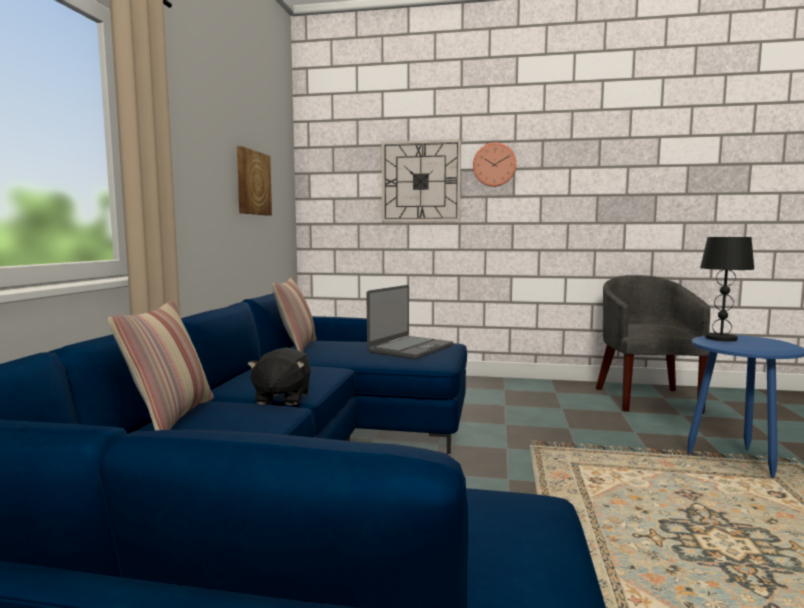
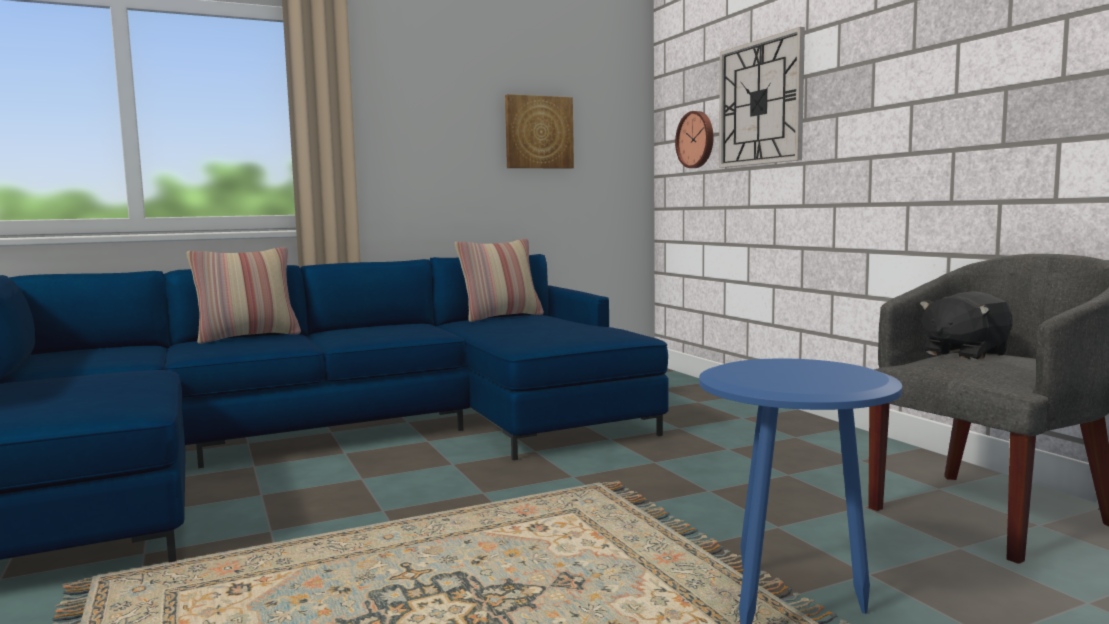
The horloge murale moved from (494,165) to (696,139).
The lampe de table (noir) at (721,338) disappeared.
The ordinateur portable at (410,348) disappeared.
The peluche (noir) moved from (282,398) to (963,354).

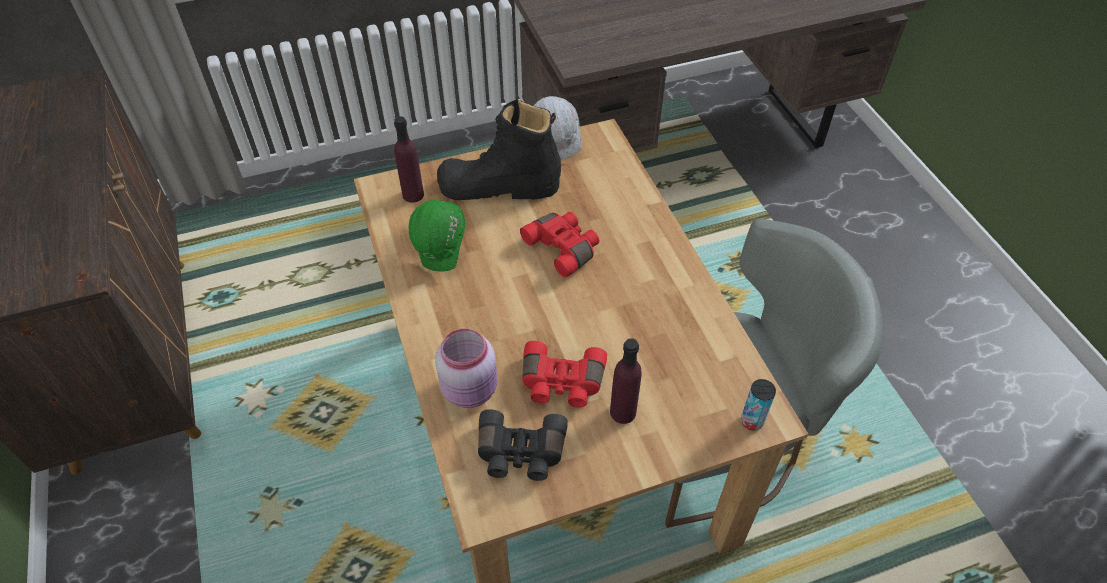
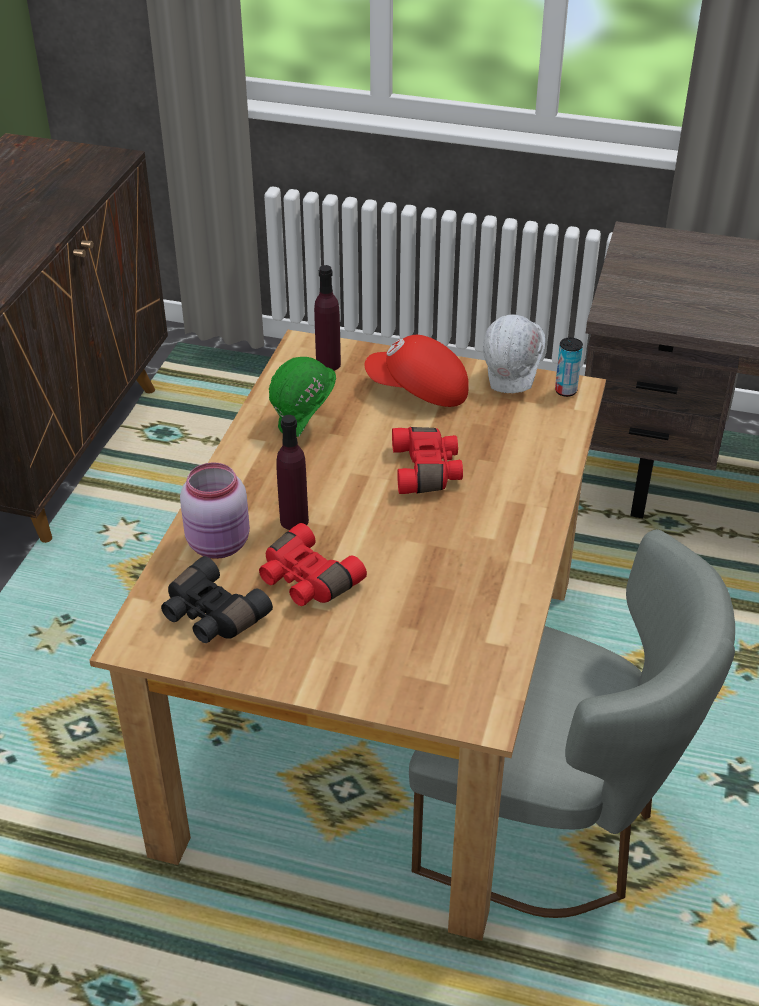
The botte (noir) at (499,186) was replaced by the casquette (rouge) at (418,391).
The bouteille (violet) moved from (623,412) to (294,520).
The boîte métallique moved from (752,421) to (565,391).

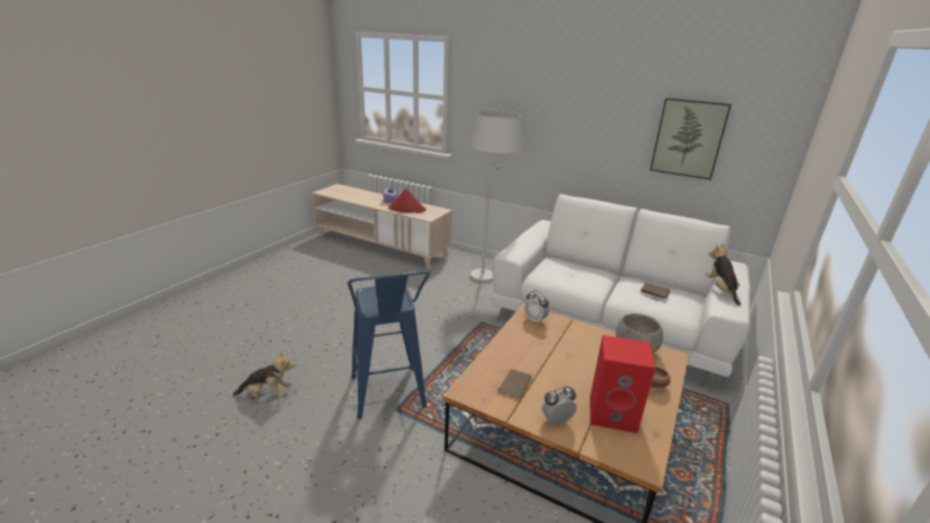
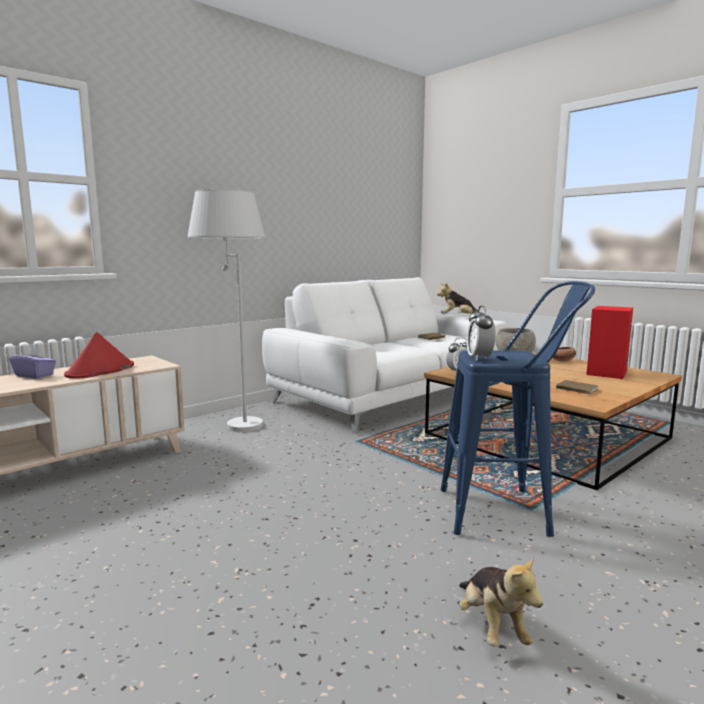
The tableau at (688,138) disappeared.
The peluche at (267,394) turned 150 degrees clockwise.
The réveil moved from (556,421) to (479,358).

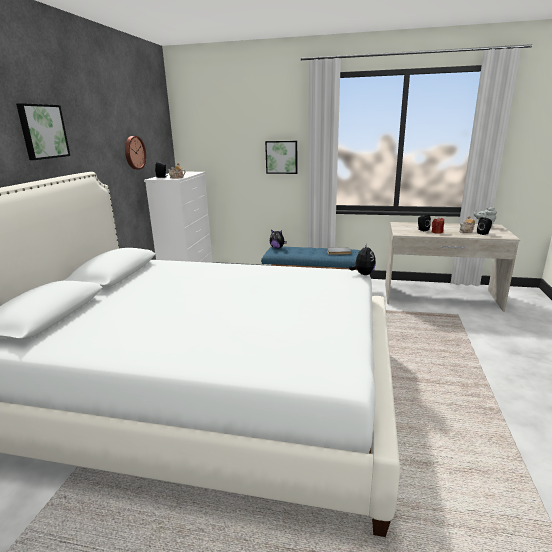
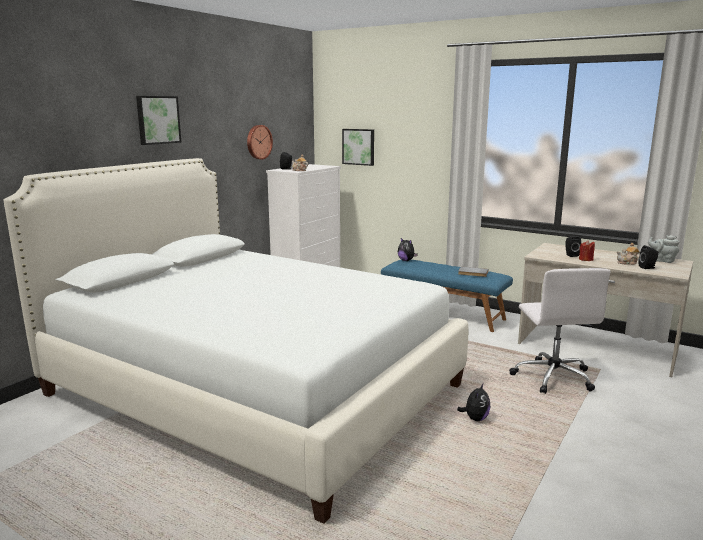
The tableau moved from (281,157) to (359,146).
The peluche moved from (363,274) to (475,418).
The chaise de bureau (blanc) at (552,377) appeared.

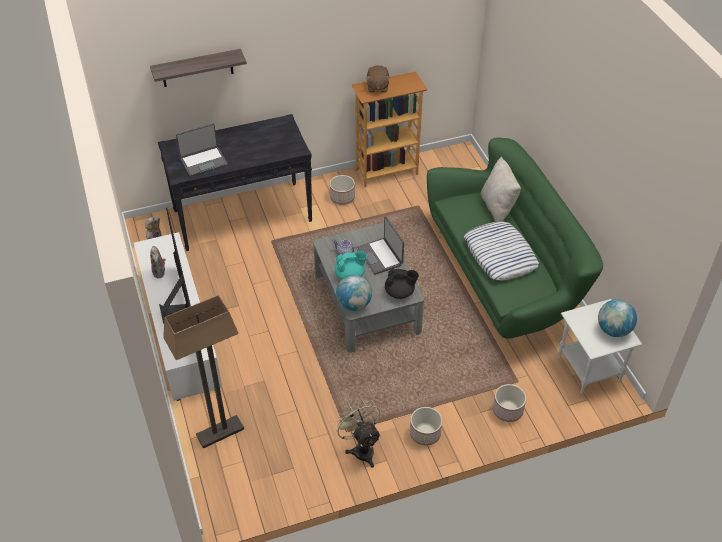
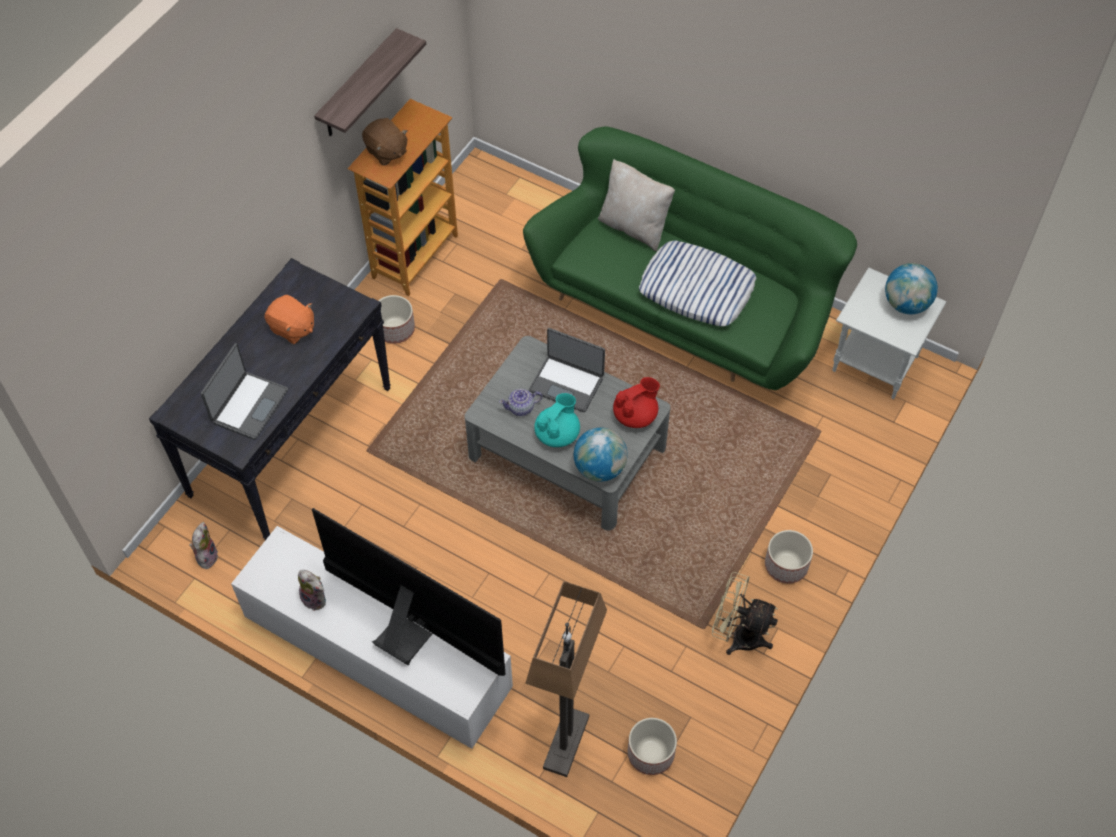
The étagère moved from (197,68) to (358,86).
The théière (noir) at (400,292) became the théière (rouge) at (635,415).
The cache-pot moved from (507,410) to (650,754).
The peluche (orange) at (292,329) appeared.

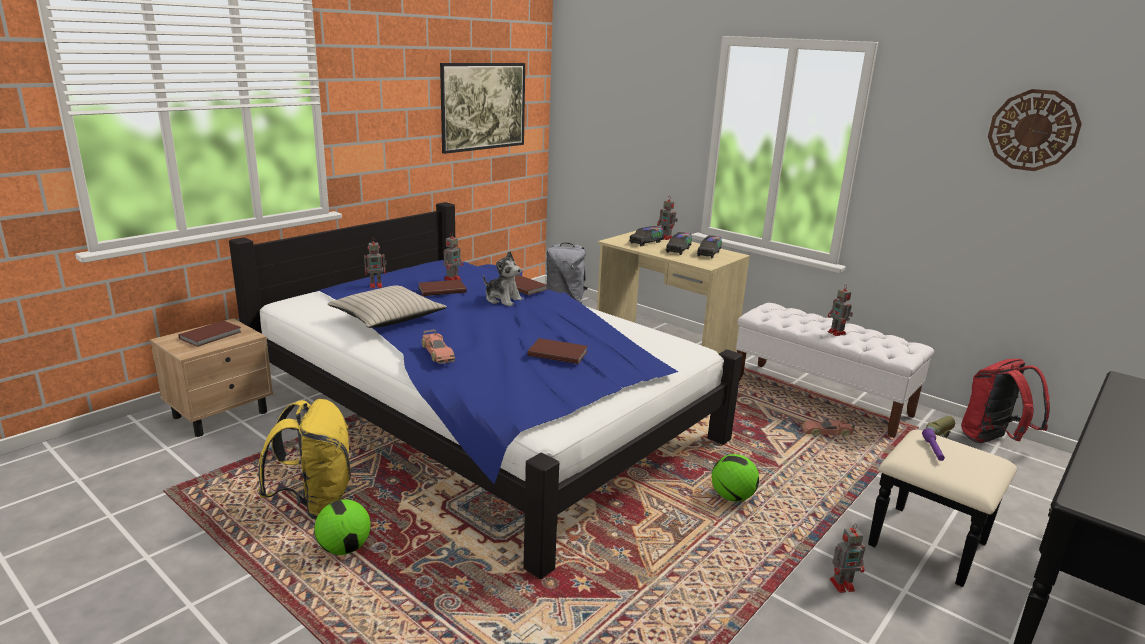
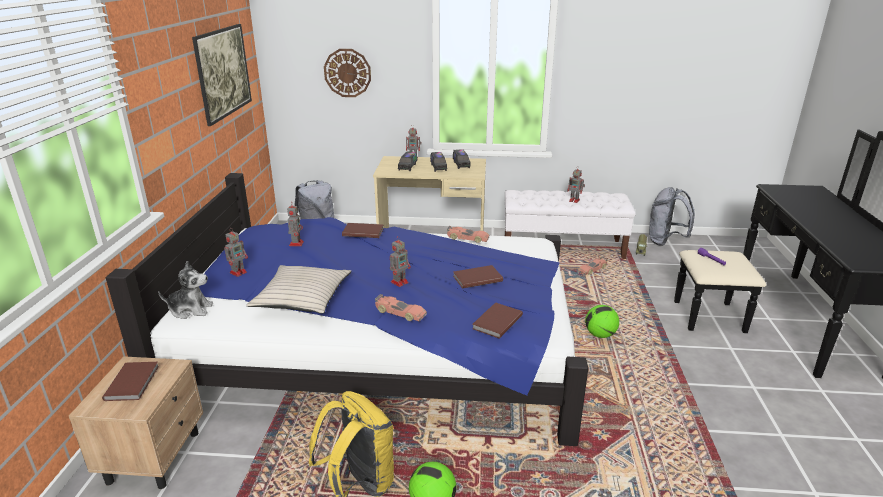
The horloge murale moved from (1033,130) to (347,73).
The peluche moved from (503,300) to (190,310).
The livre (marron) moved from (441,289) to (496,322).
The sac à dos (rouge) at (992,441) became the sac à dos (gris) at (665,241).
The robot jouet moved from (843,584) to (400,282).
The petite voiture at (467,238) appeared.

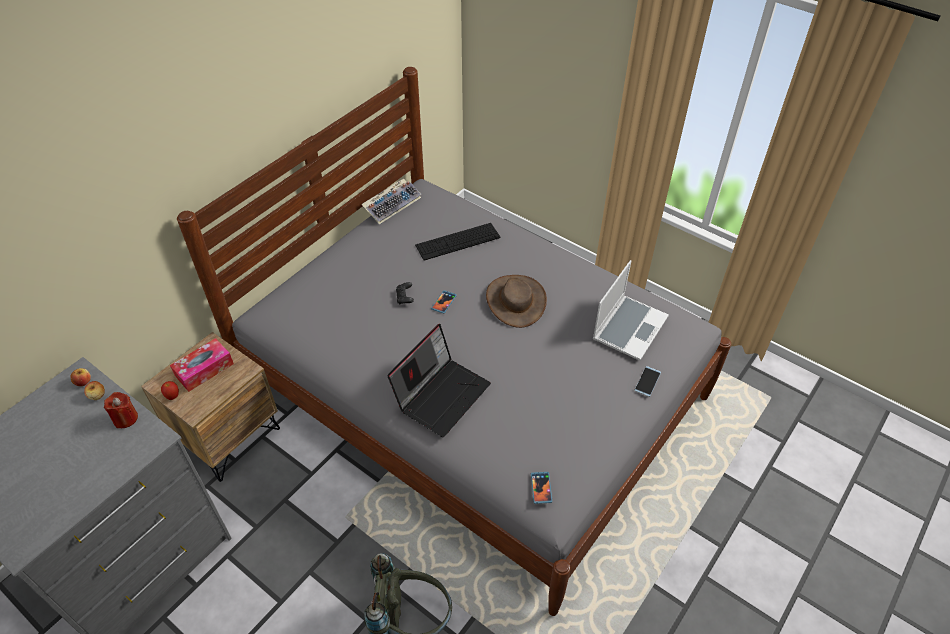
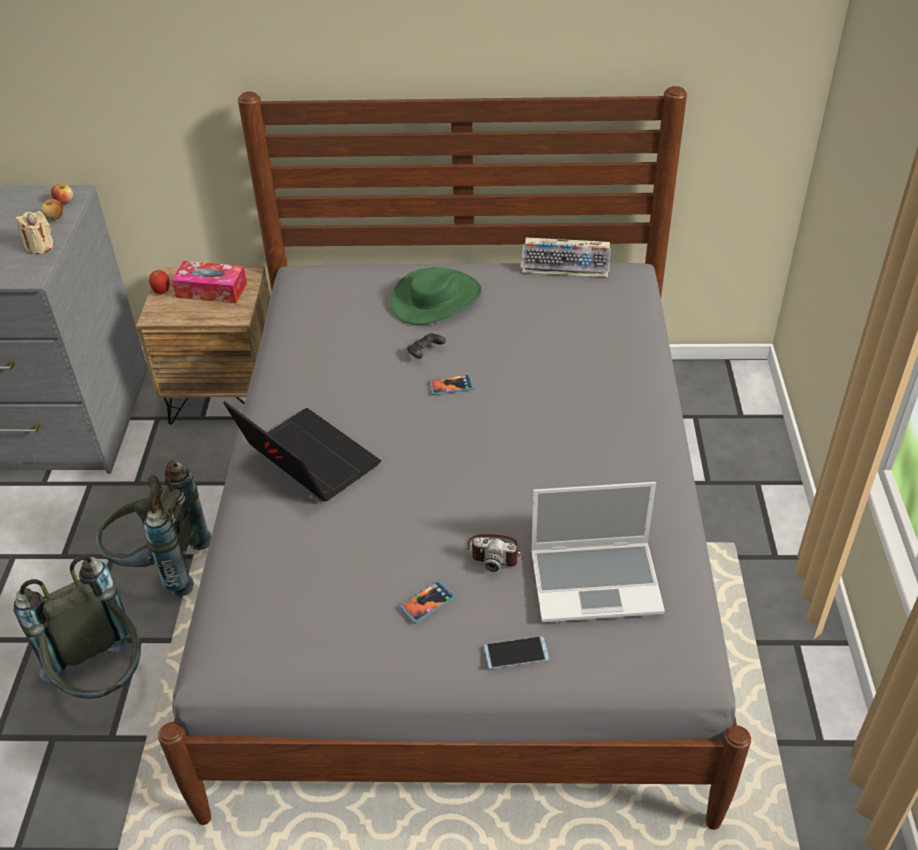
The clavier at (458,241) disappeared.
The chapeau (marron) at (516,301) disappeared.
The ordinateur portable at (441,394) turned 135 degrees counterclockwise.
The bougie (rouge) at (125,418) became the bougie (beige) at (40,246).
The téléphone moved from (541,488) to (427,603).
The chapeau (vert) at (436,299) appeared.
The sac à dos (gris) at (160,567) appeared.
The appareil photo at (495,553) appeared.

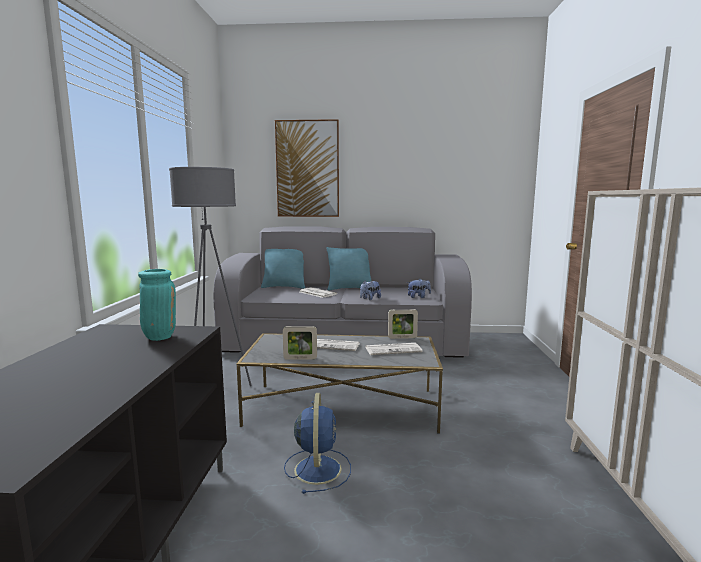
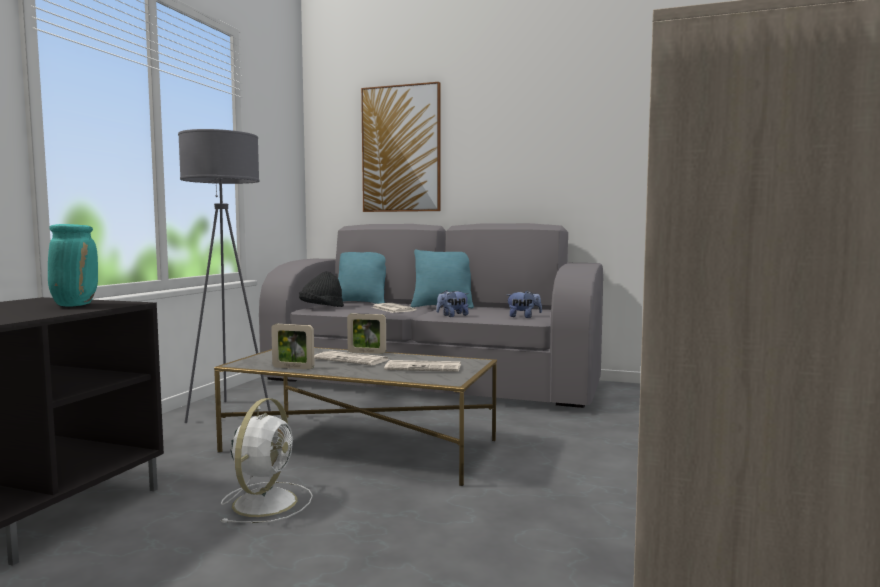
The cadre photo moved from (402,337) to (367,352).
The ventilateur (bleu) at (318,468) became the ventilateur (blanc) at (266,501).
The chapeau (noir) at (321,308) appeared.

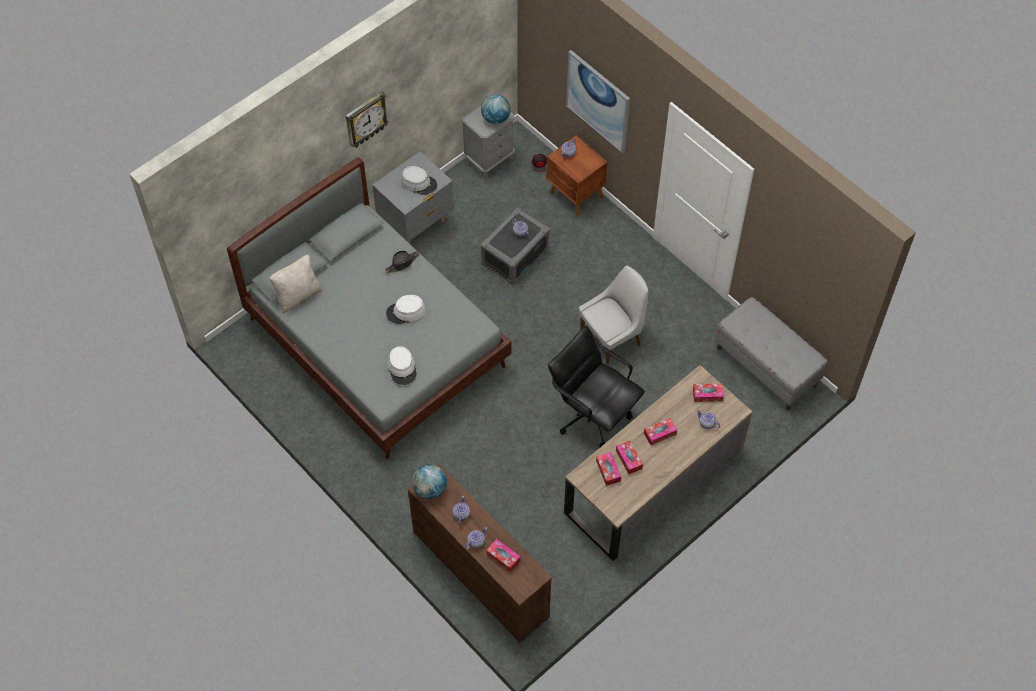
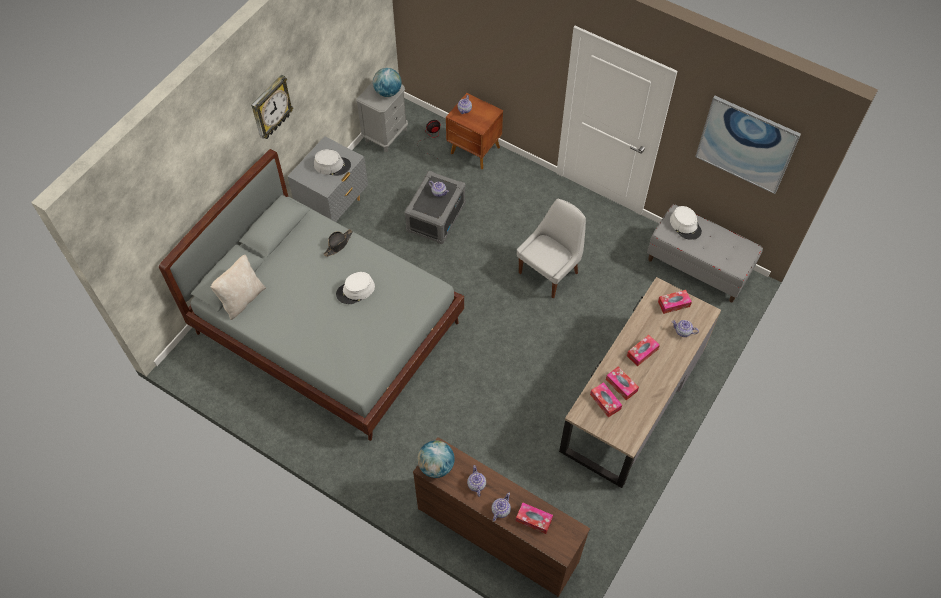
The tableau moved from (598,101) to (746,144).
The chaise de bureau (noir) at (592,414) disappeared.
The chapeau (blanc) moved from (402,368) to (685,225).

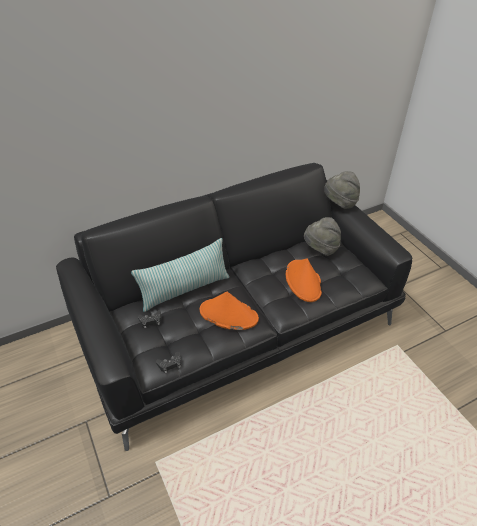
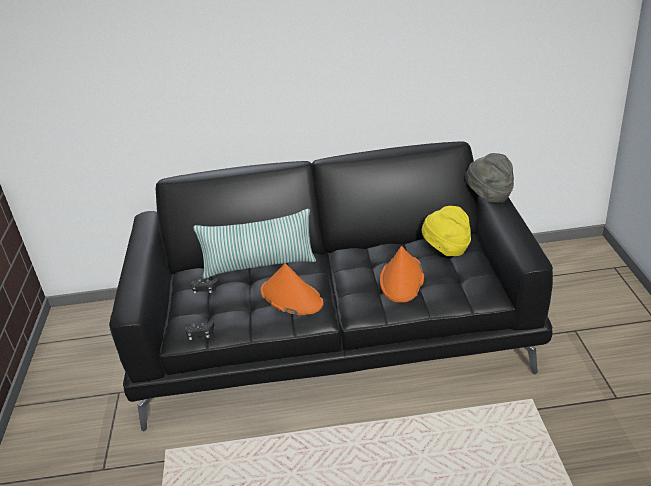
The chapeau (gris) at (321,249) became the chapeau (jaune) at (446,249).

